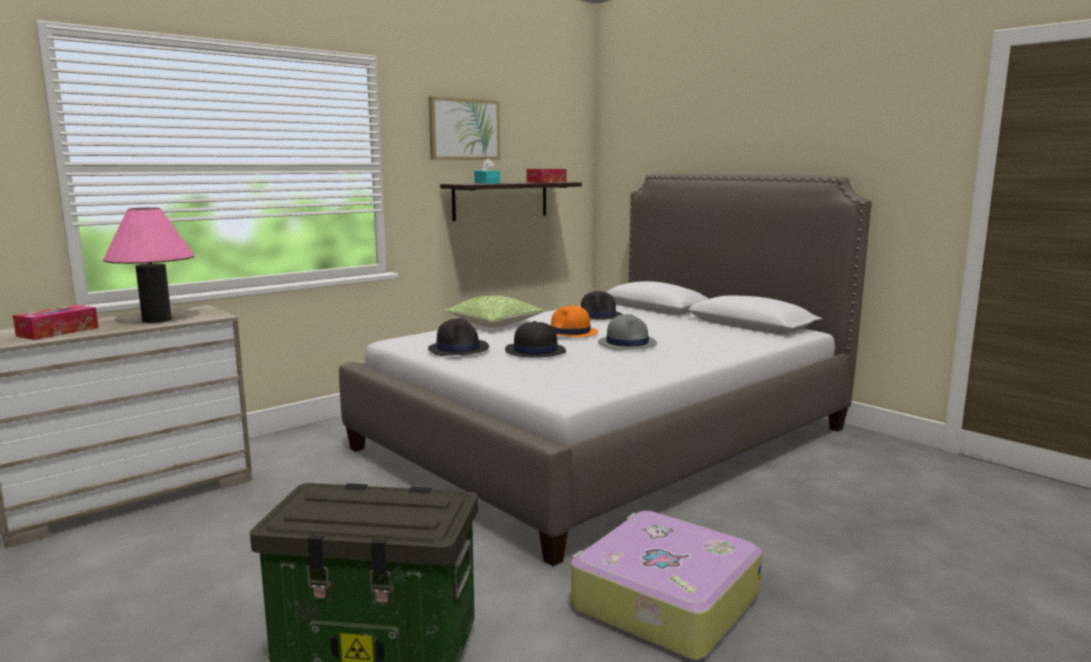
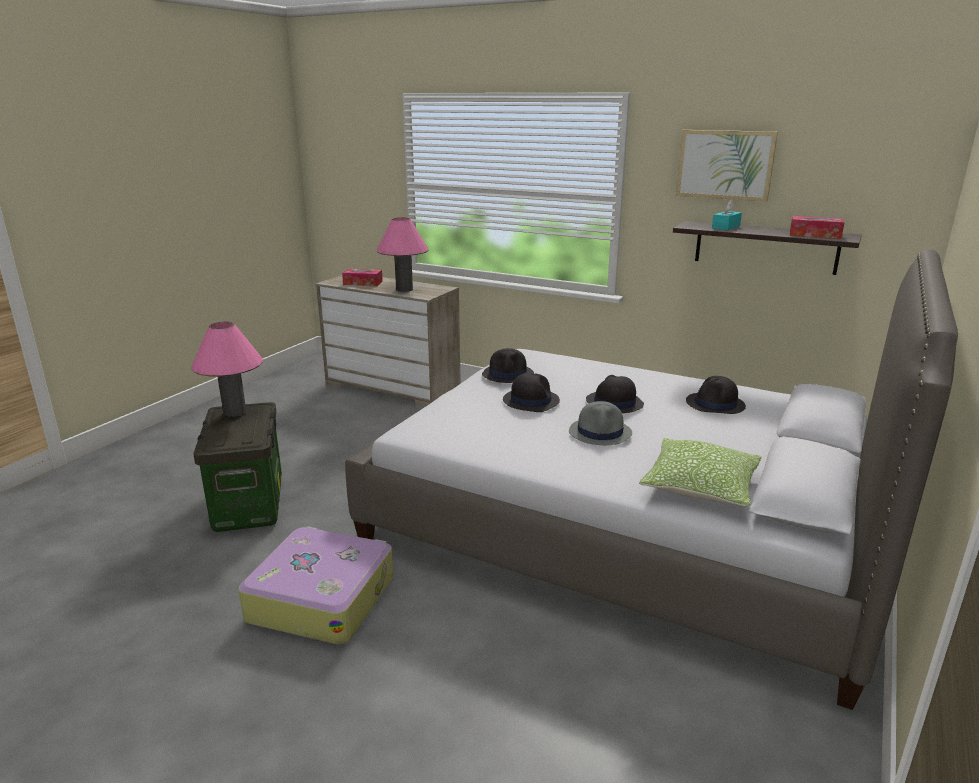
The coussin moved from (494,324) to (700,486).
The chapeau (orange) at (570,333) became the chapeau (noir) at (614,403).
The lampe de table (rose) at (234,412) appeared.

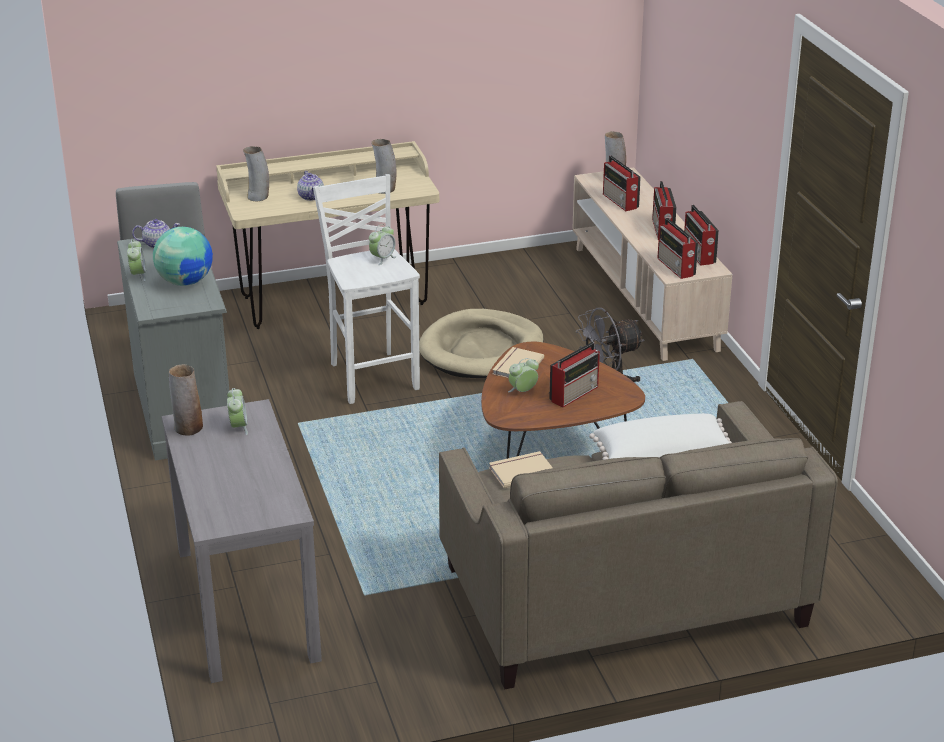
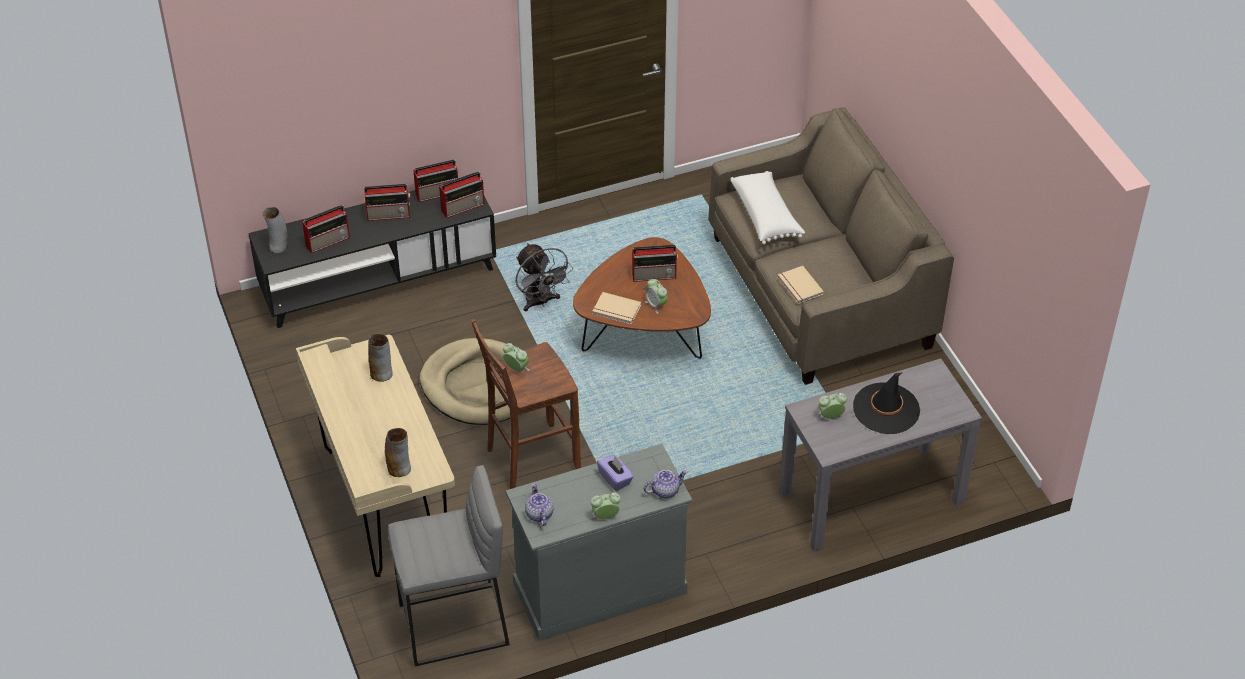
The meuble télé (beige) at (644,297) became the meuble télé (noir) at (378,280).
The théière moved from (311,197) to (665,490).
The tabouret (blanc) at (372,376) became the tabouret (marron) at (530,458).
The globe at (185,282) was replaced by the boîte à mouchoirs (violet) at (615,479).
The radio at (575,393) turned 135 degrees clockwise.
The vase at (188,429) disappeared.
The chapeau (noir) at (886,409) appeared.

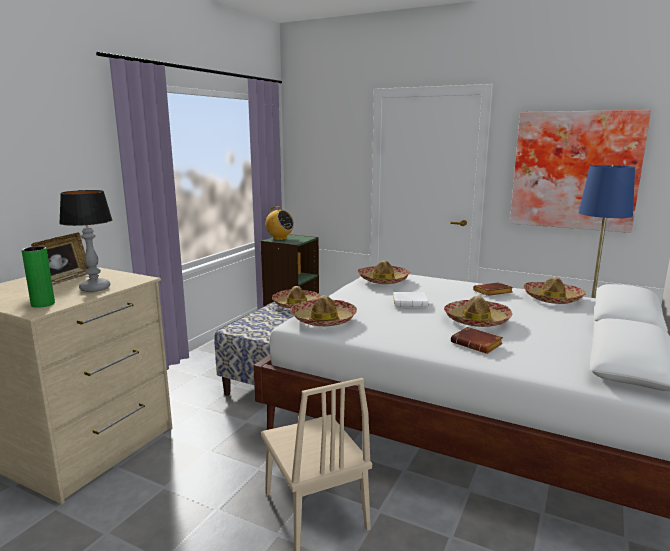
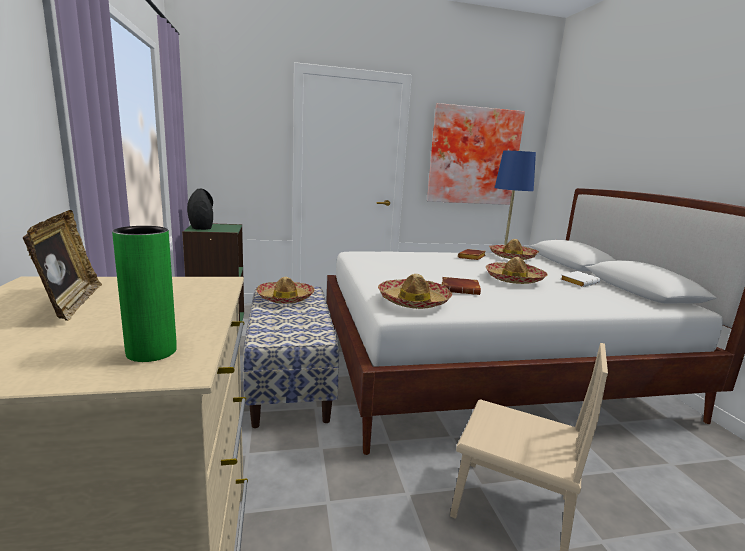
The lampe de table at (94,288) disappeared.
The radio at (279,238) was replaced by the vase (noir) at (201,228).
The chapeau at (383,280) disappeared.
The livre (blanc) moved from (411,303) to (578,282).
The livre (marron) moved from (478,344) to (461,289).

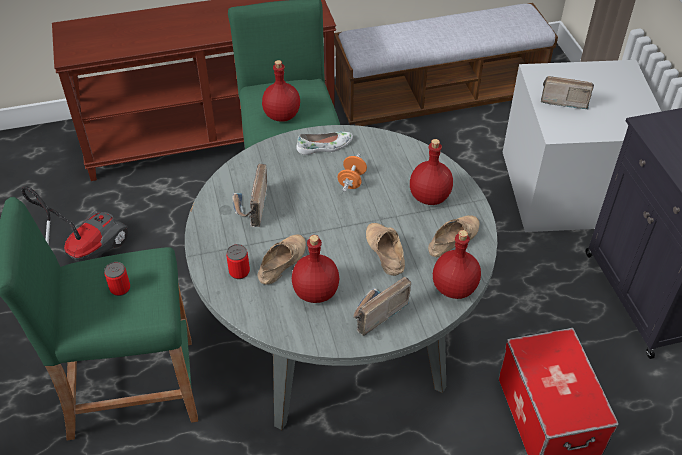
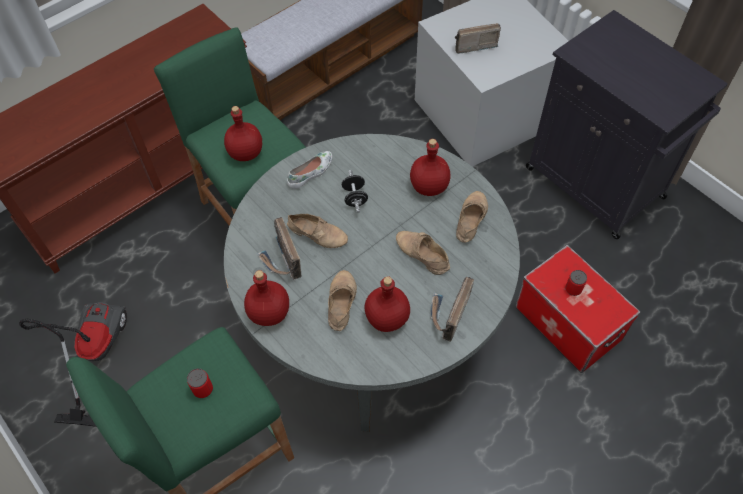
The haltère (orange) at (352,181) became the haltère (noir) at (355,197).
The bouteille (rouge) moved from (455,287) to (269,312).
The boîte métallique moved from (239,272) to (573,289).
The chaussure (beige) at (318,233) appeared.

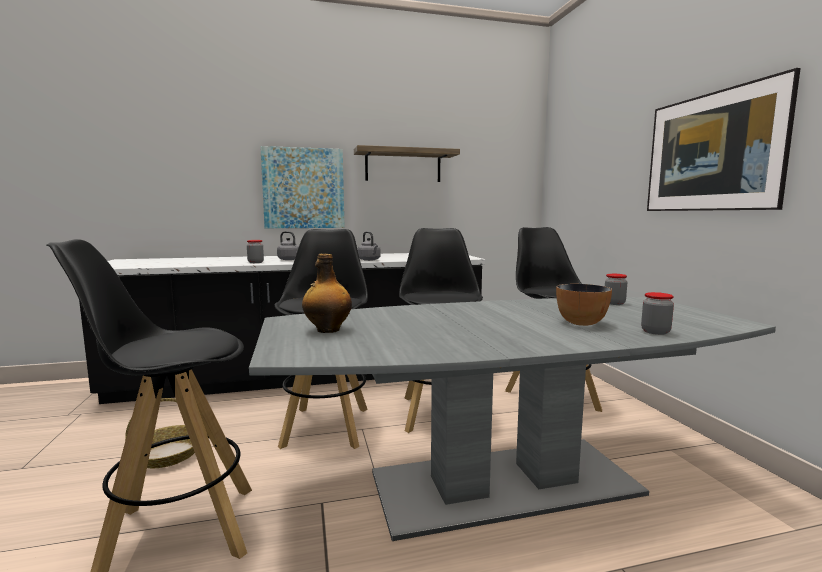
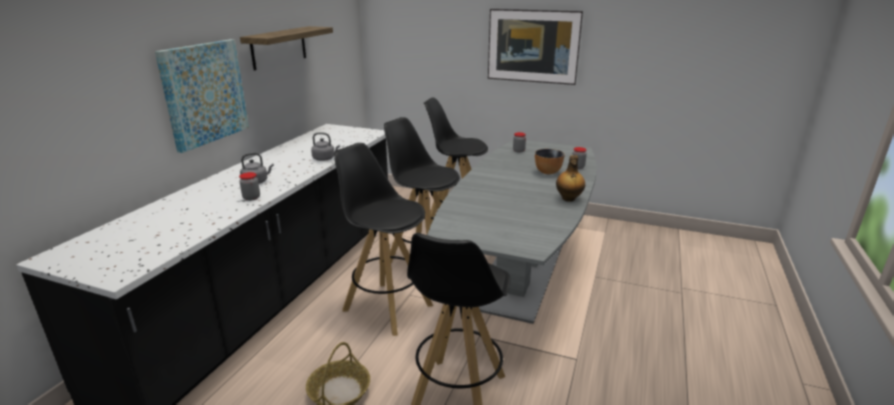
The bouteille moved from (327,330) to (568,199).

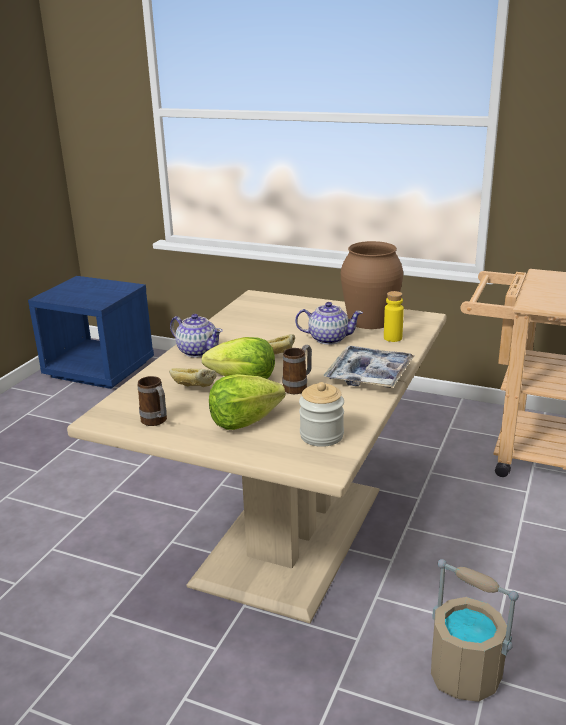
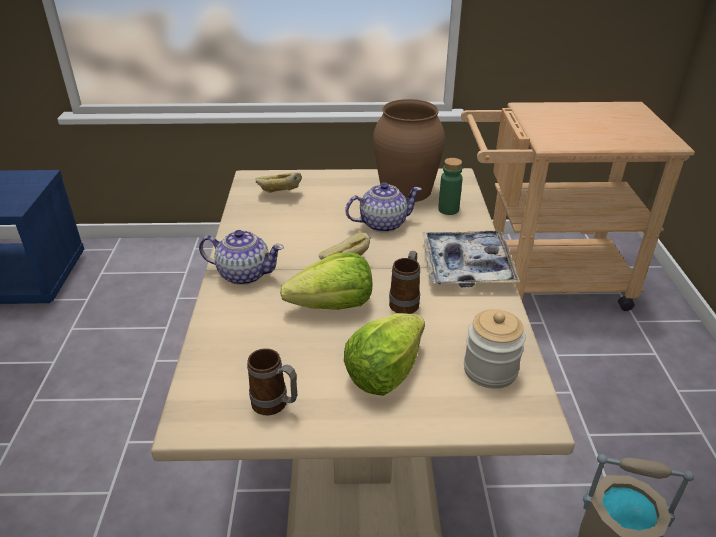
The bouteille (jaune) at (392,338) became the bouteille (vert) at (448,209).
The pain moved from (193,390) to (280,194).

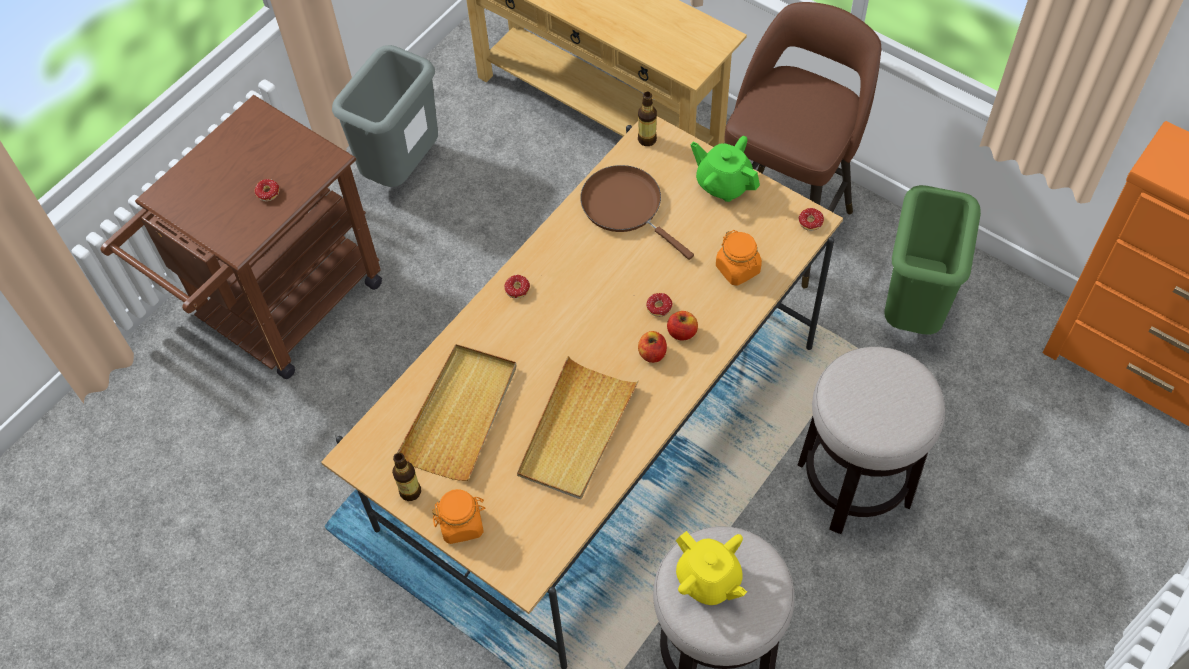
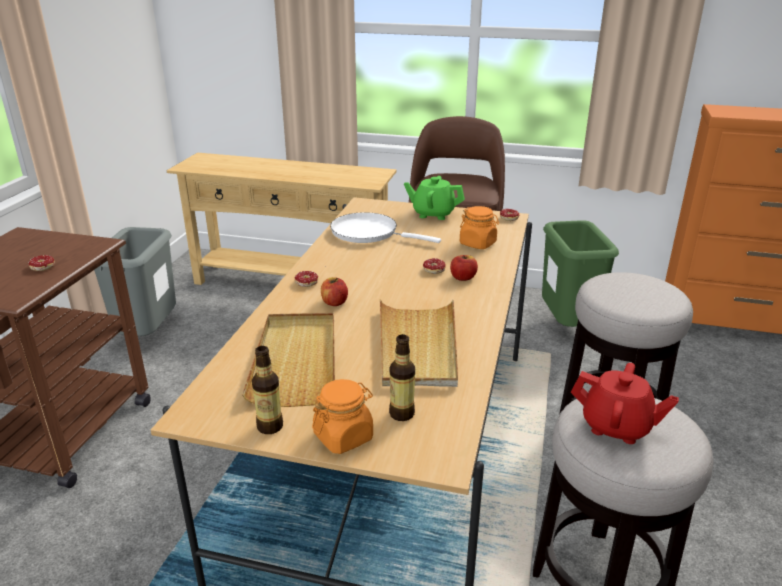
The bouteille moved from (647,139) to (402,414).
The poêle (marron) at (626,207) became the poêle (blanc) at (369,233).
The pomme moved from (652,353) to (334,302).
The théière (jaune) at (708,579) became the théière (rouge) at (616,426).

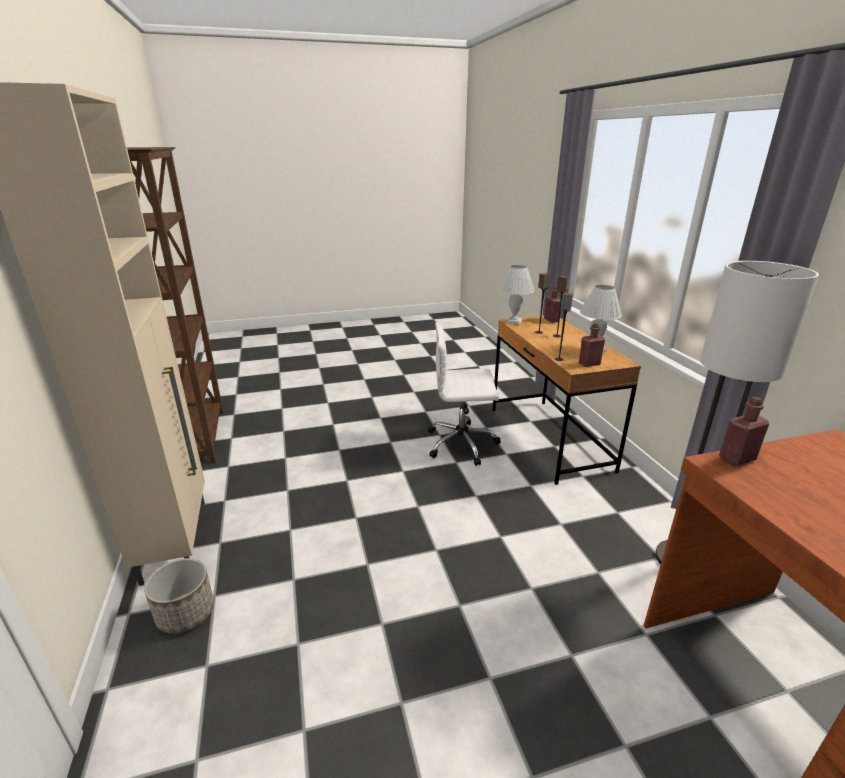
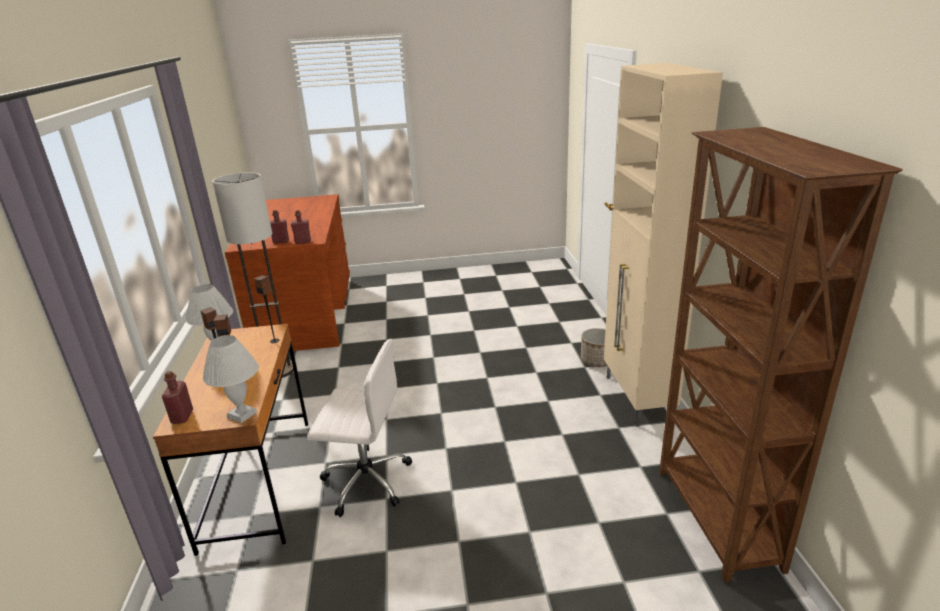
The bouteille (rouge) moved from (589,364) to (281,241).

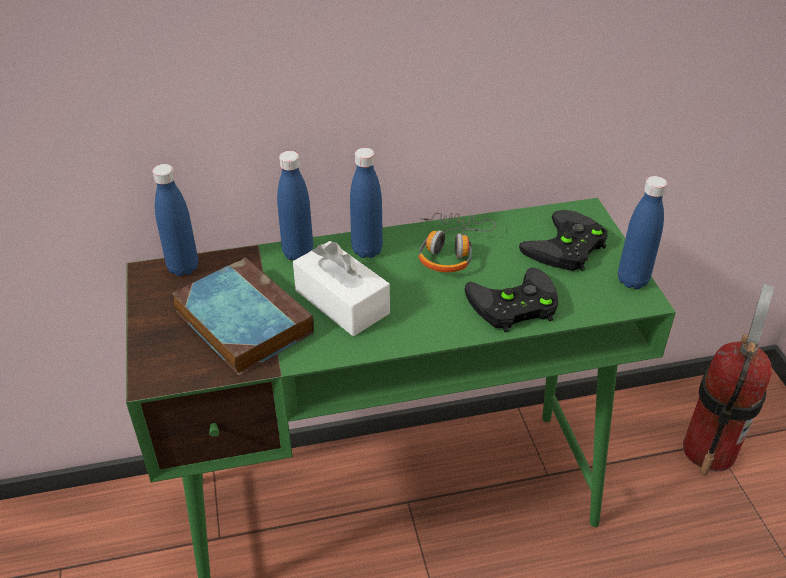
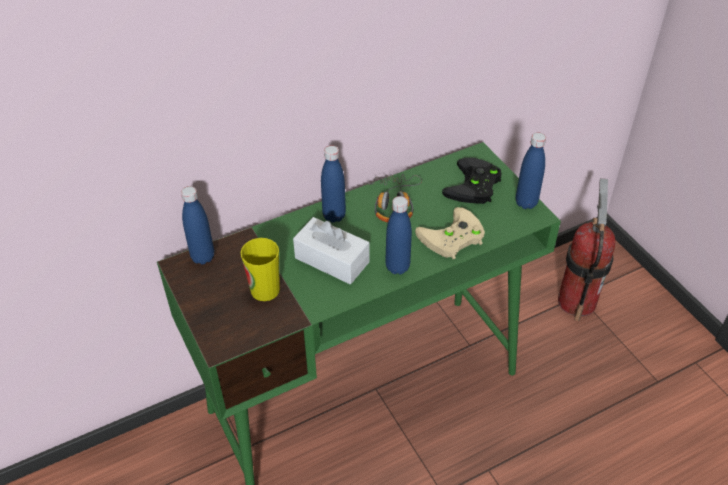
The bouteille (bleu) moved from (298,253) to (397,267).
The livre at (241,321) was replaced by the tasse at (265,290).
The manette (noir) at (512,306) became the manette (beige) at (451,238).

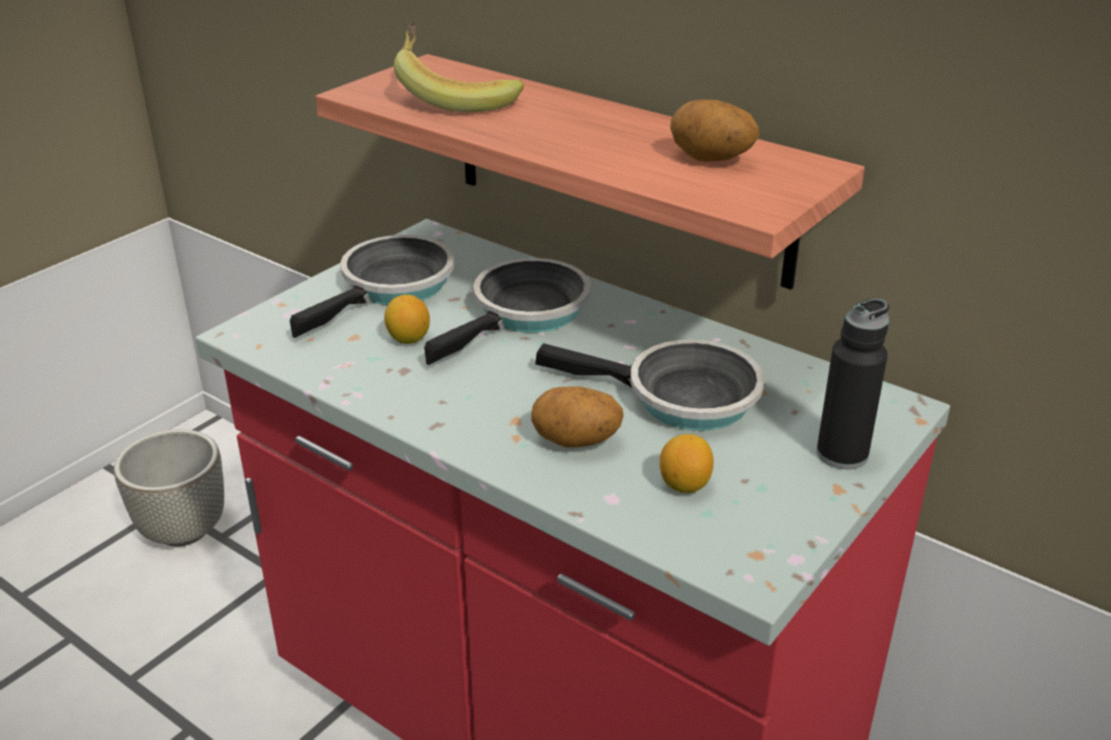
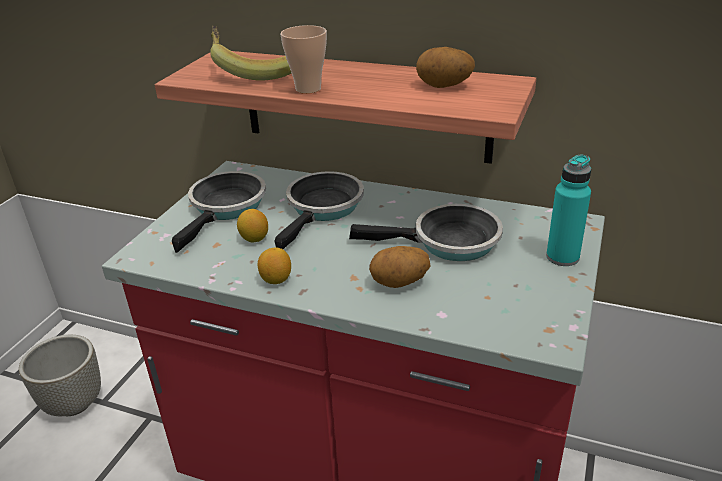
The bouteille (noir) at (842,454) became the bouteille (turquoise) at (562,257).
The citron moved from (684,485) to (276,279).
The tasse at (308,89) appeared.

